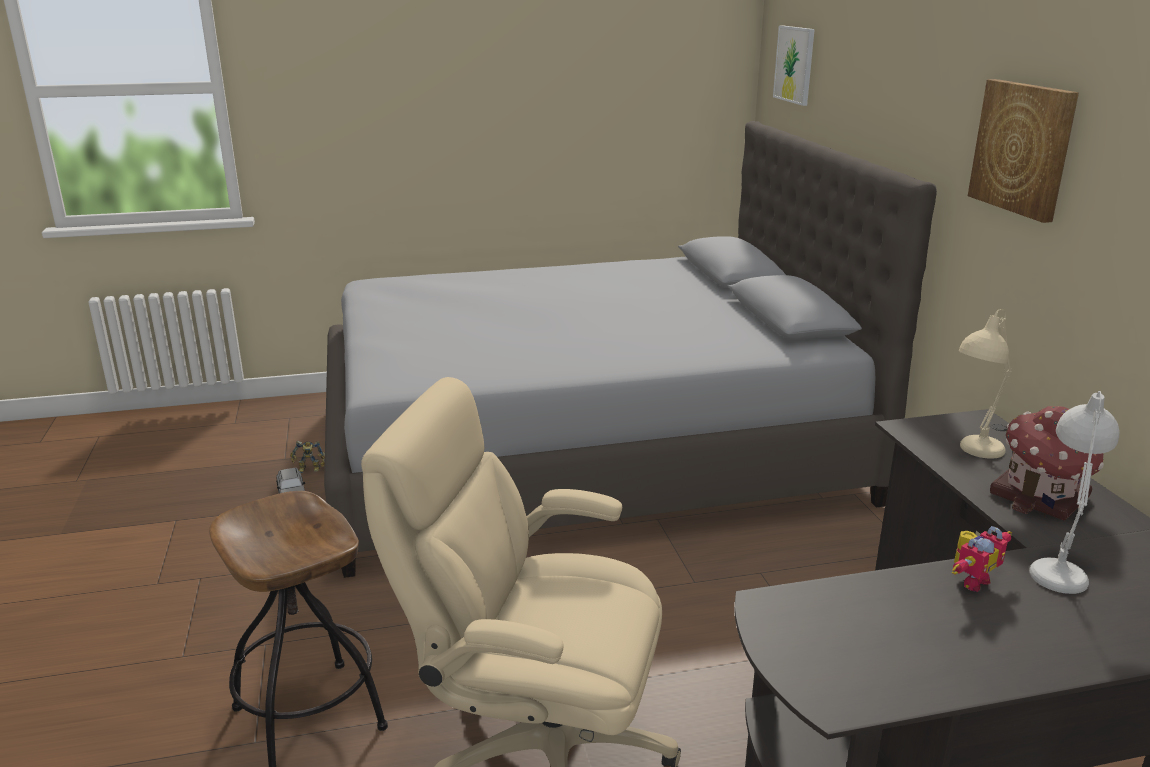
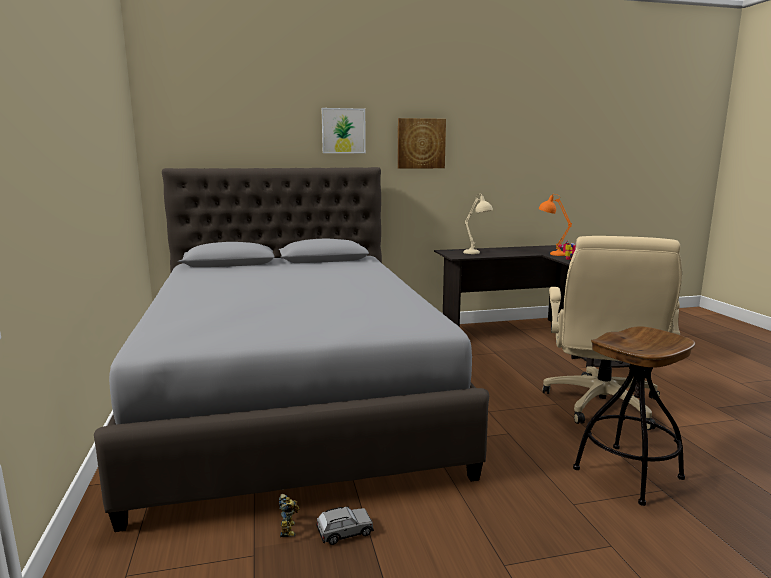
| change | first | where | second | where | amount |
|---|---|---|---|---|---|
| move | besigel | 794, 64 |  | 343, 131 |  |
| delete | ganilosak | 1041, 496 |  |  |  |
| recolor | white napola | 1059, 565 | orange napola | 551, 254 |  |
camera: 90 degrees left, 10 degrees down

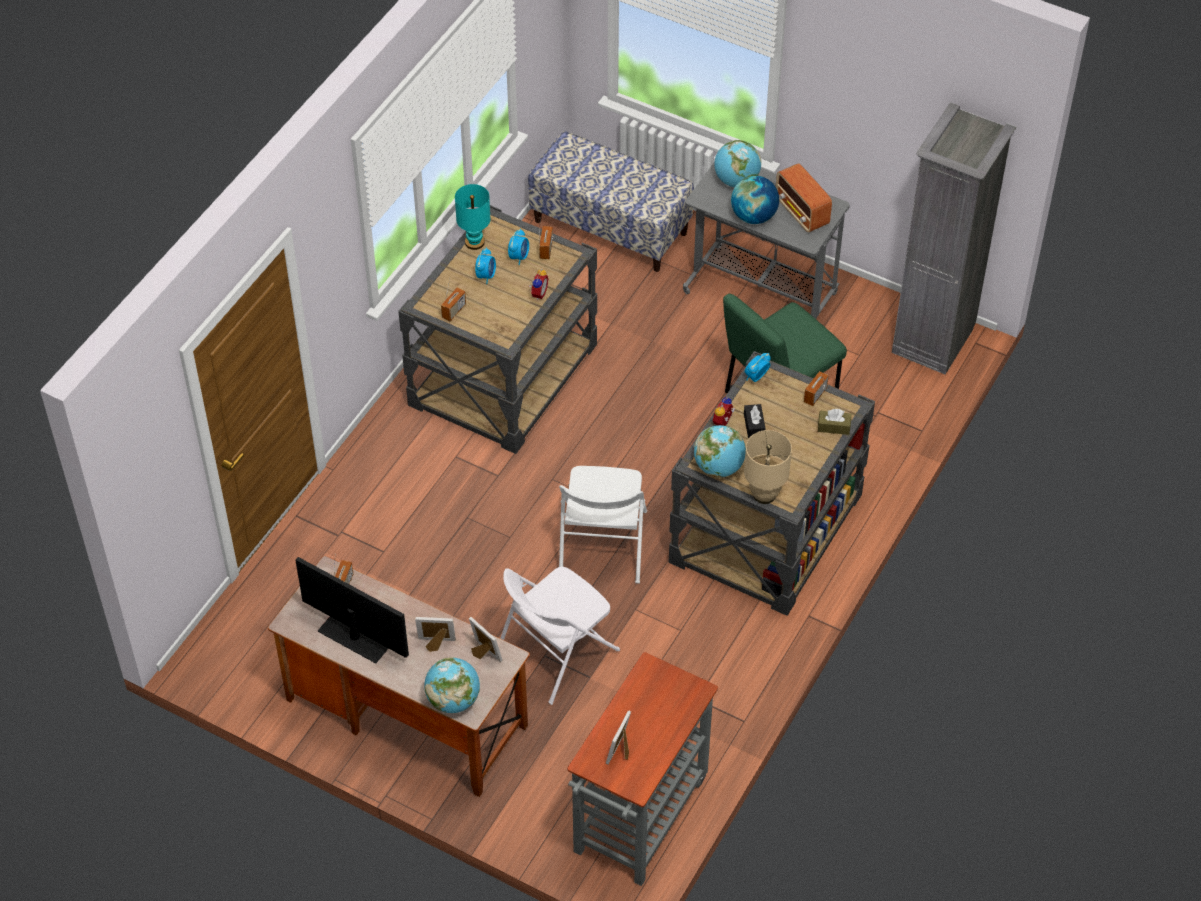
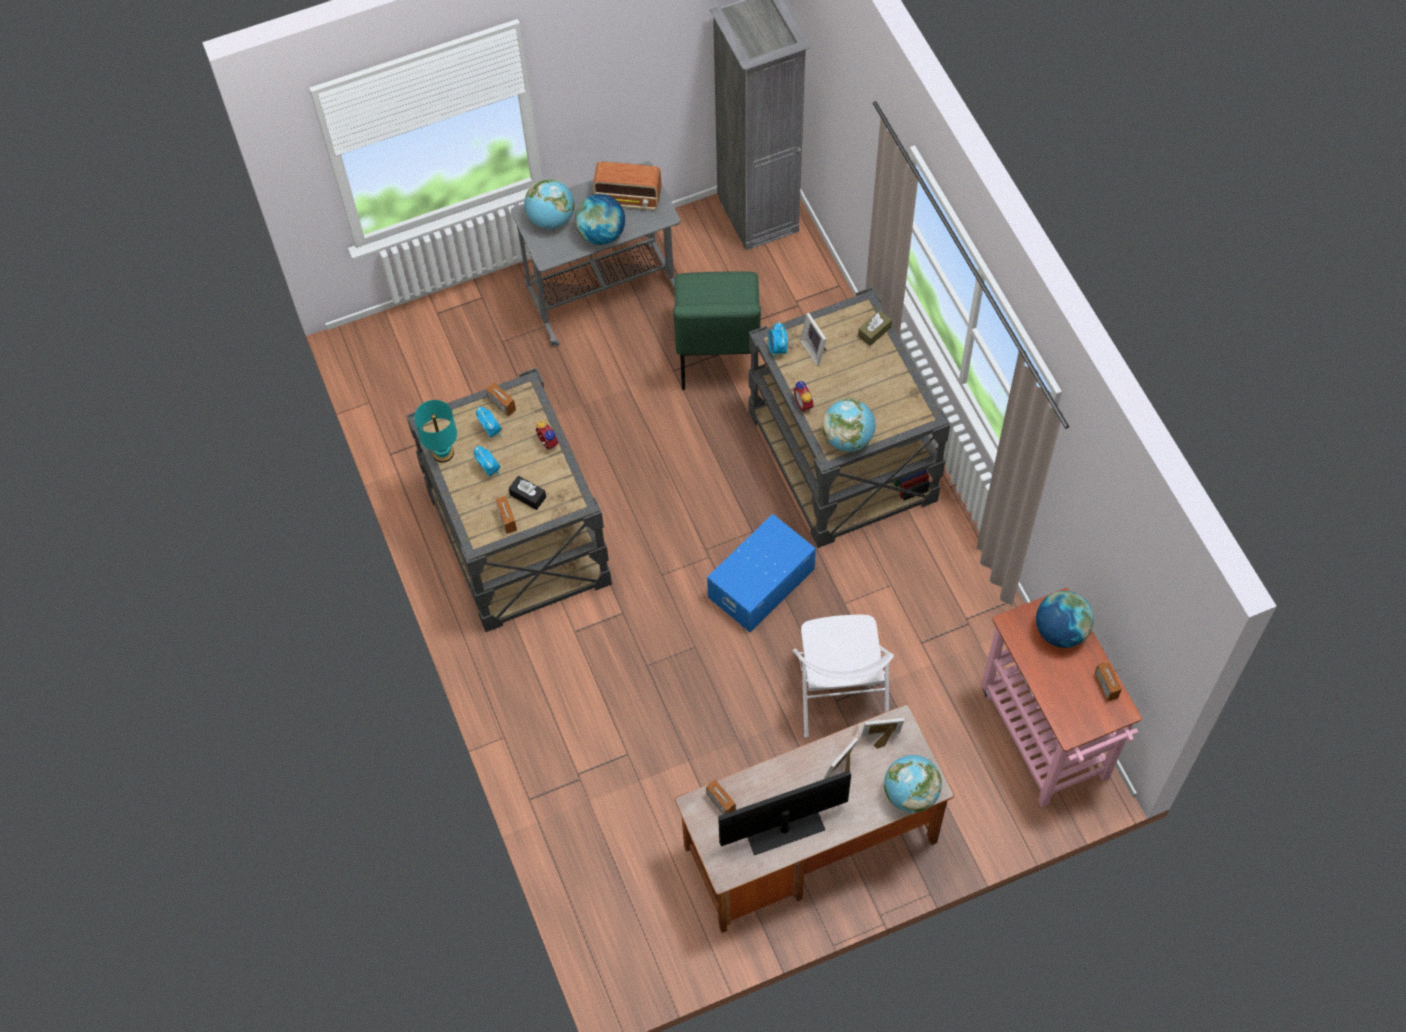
| change | first | where | second | where | amount |
|---|---|---|---|---|---|
| delete | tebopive | 611, 227 |  |  |  |
| replace | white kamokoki | 602, 544 | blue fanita | 760, 582 |  |
| recolor | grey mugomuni | 639, 818 | pink mugomuni | 1045, 736 |  |
| move | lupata | 621, 751 |  | 815, 350 |  |
| move | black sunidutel | 754, 425 |  | 528, 496 |  |
| delete | beige napola | 764, 494 |  |  |  |
| move | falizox | 815, 395 |  | 1106, 685 |  |
| insert |  |  | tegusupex | 1060, 631 |  |
camera: 50 degrees left, 10 degrees up

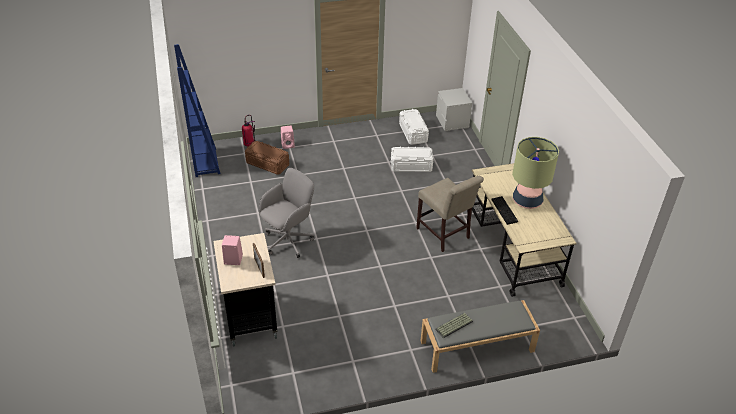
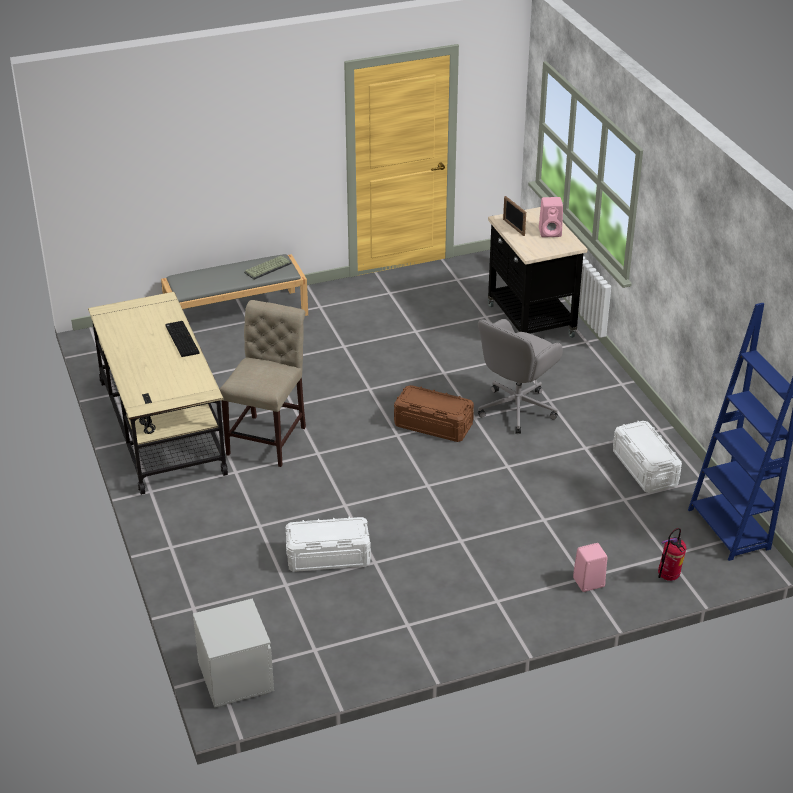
| change | first | where | second | where | amount |
|---|---|---|---|---|---|
| move | brown fanita | 267, 164 |  | 433, 425 |  |
| move | white fanita | 413, 133 |  | 644, 468 |  |
| rotate | beige kamokoki | 444, 235 |  | 269, 438 | 60 degrees clockwise |
| delete | napola | 527, 201 |  |  |  |
camera: 175 degrees right, 5 degrees down

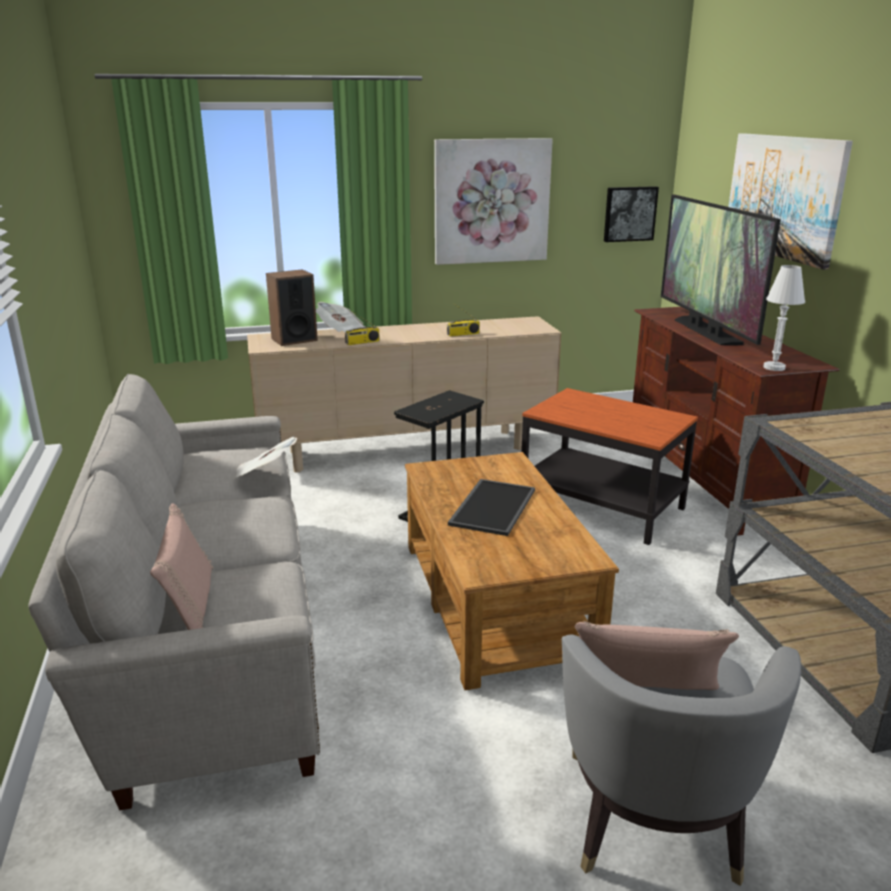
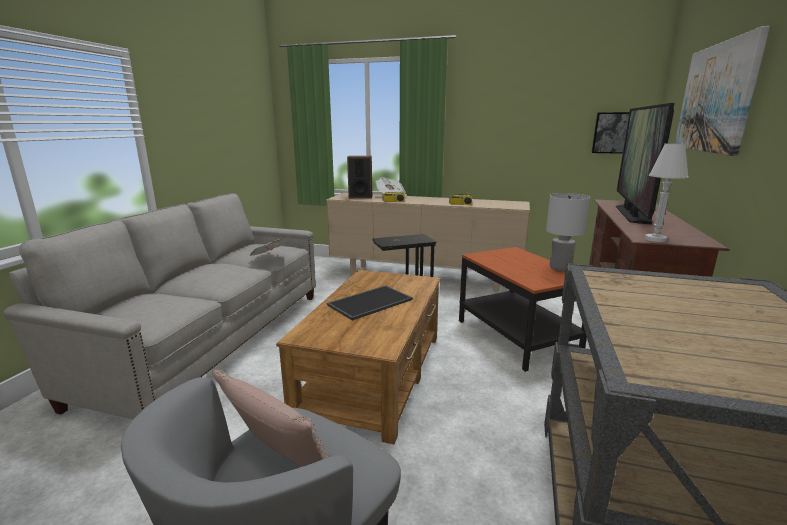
| change | first | where | second | where | amount |
|---|---|---|---|---|---|
| delete | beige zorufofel | 190, 604 |  |  |  |
| delete | besigel | 491, 201 |  |  |  |
| insert |  |  | grey napola | 559, 269 |  |
camera: 30 degrees right, 5 degrees down

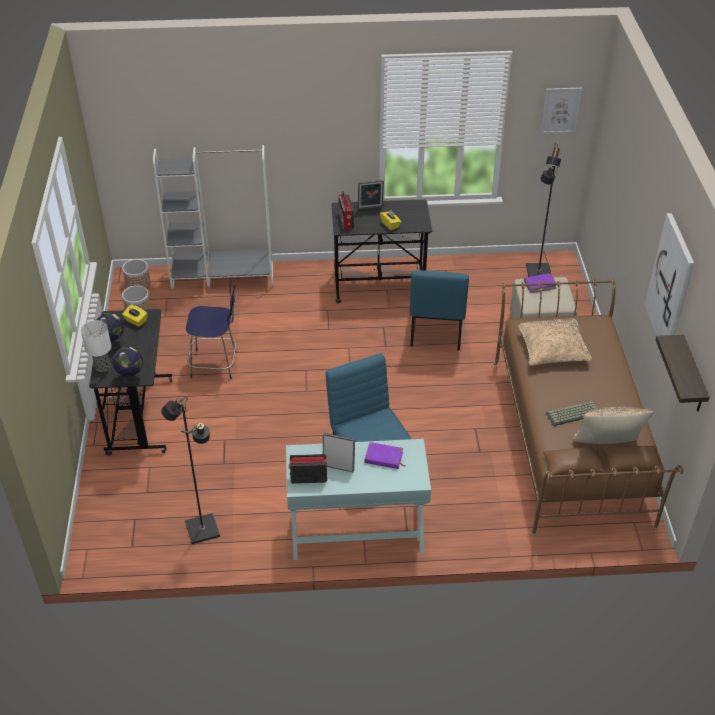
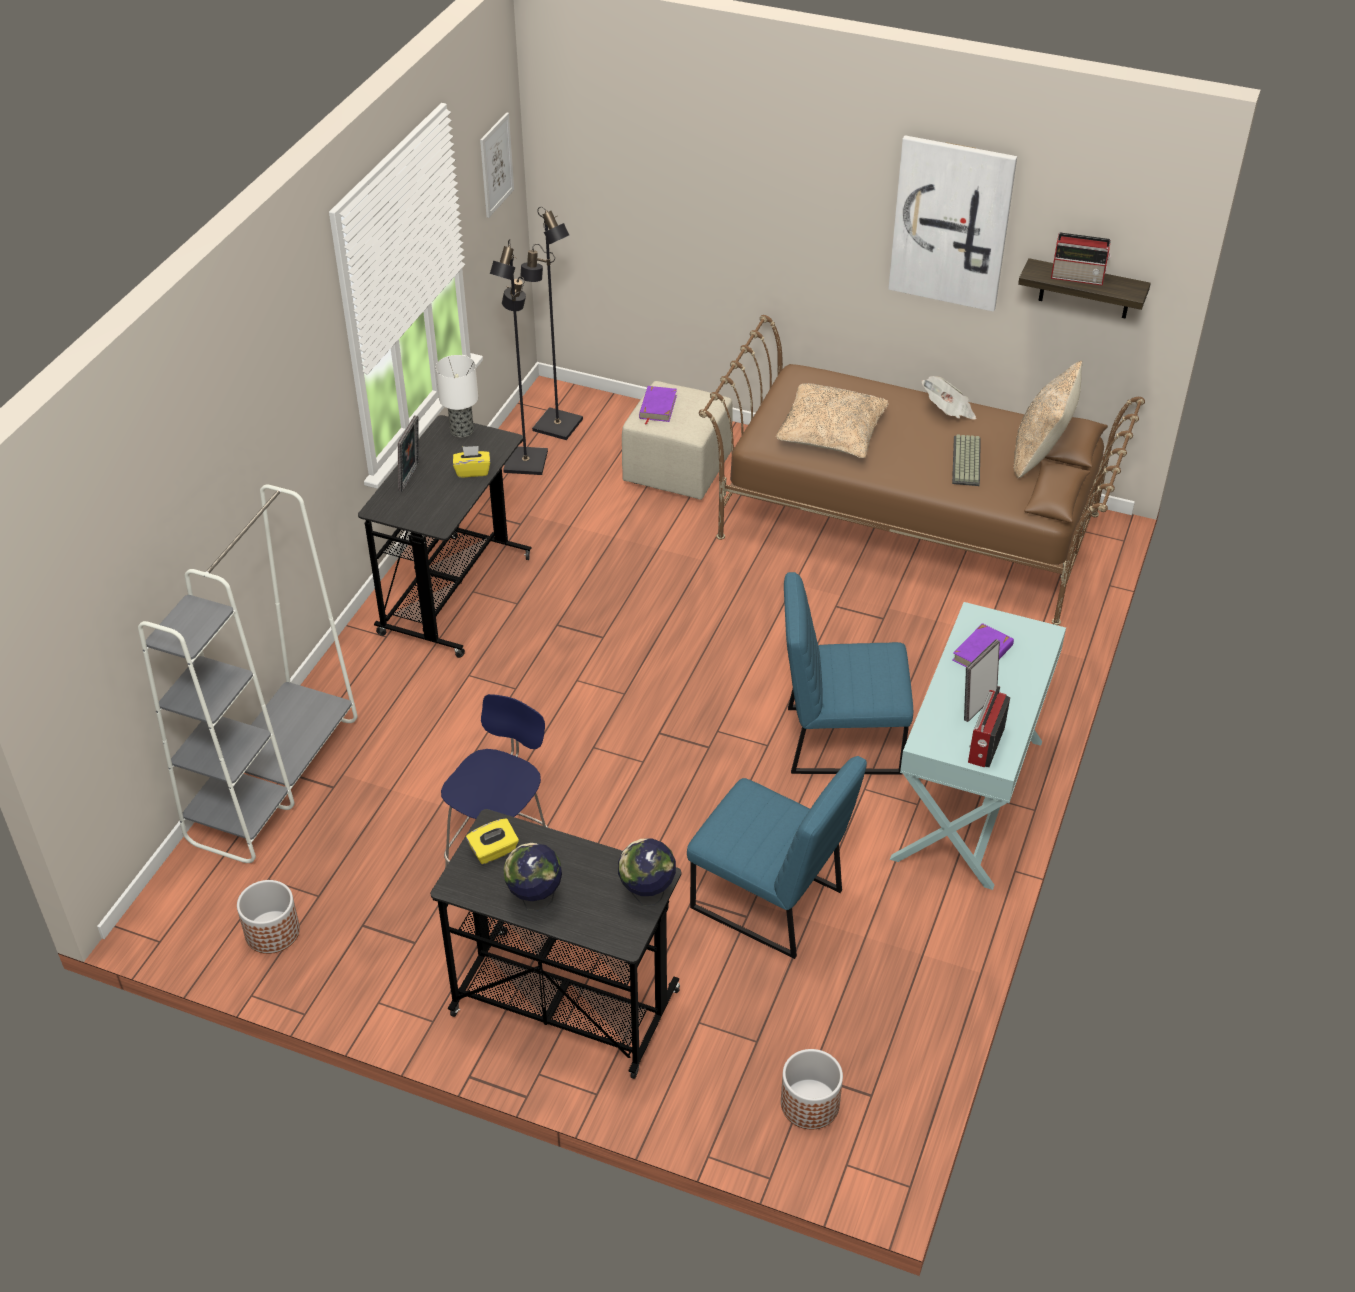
| change | first | where | second | where | amount |
|---|---|---|---|---|---|
| move | napola | 102, 367 |  | 462, 431 |  |
| move | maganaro | 138, 284 |  | 809, 1104 |  |
| move | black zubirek | 202, 529 |  | 526, 462 |  |
| move | falizox | 346, 221 |  | 1078, 277 |  |
| move | blue kamokoki | 436, 330 |  | 770, 902 |  |
| insert |  |  | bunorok | 948, 411 |  |
camera: 65 degrees left, 0 degrees up

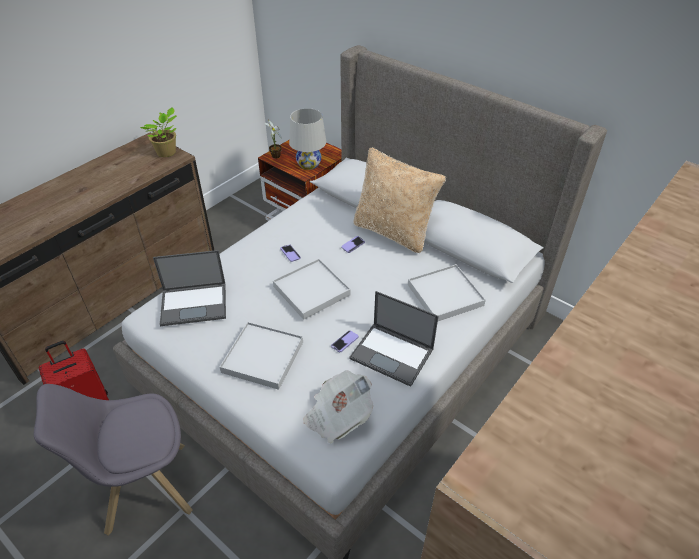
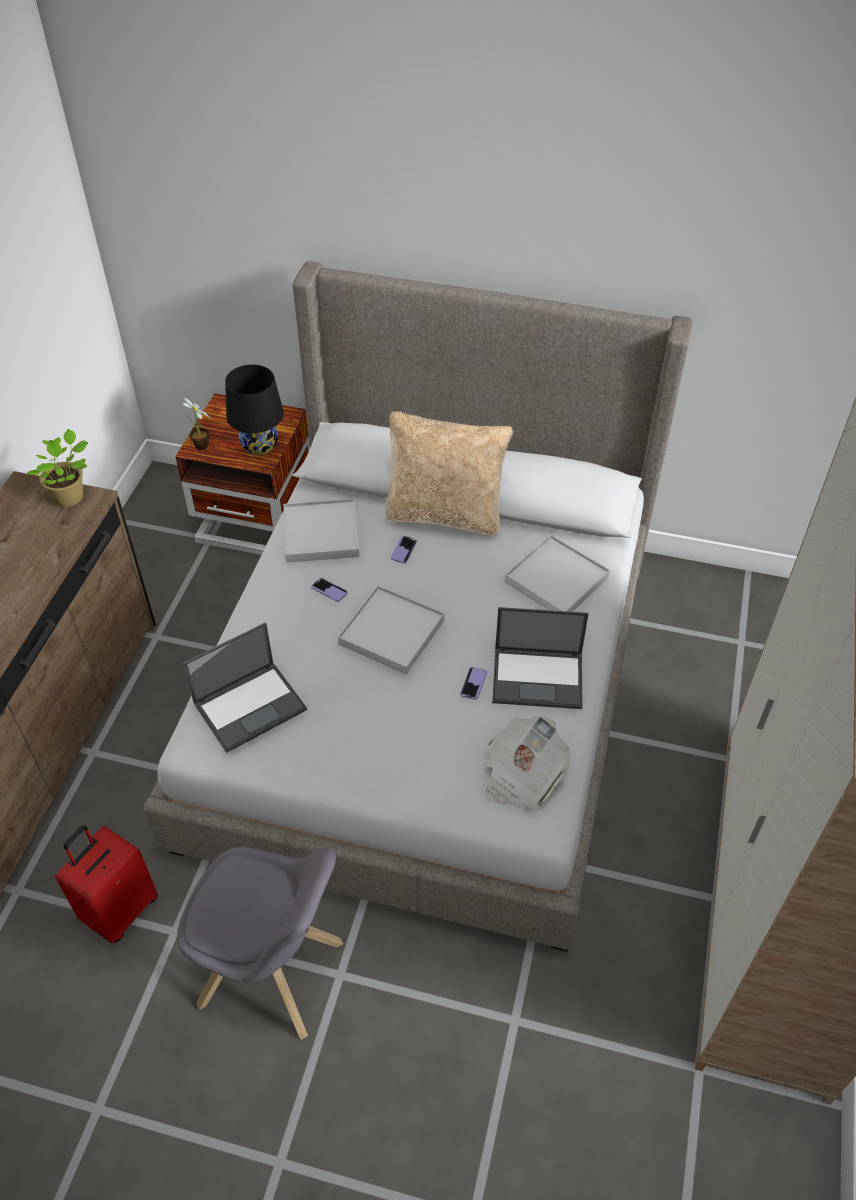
| change | first | where | second | where | amount |
|---|---|---|---|---|---|
| rotate | grey kamokoki | 145, 488 |  | 273, 972 | 120 degrees counterclockwise |
| move | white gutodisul | 263, 357 |  | 321, 533 |  |
| recolor | white napola | 308, 164 | black napola | 259, 445 |  |
camera: 25 degrees left, 5 degrees up

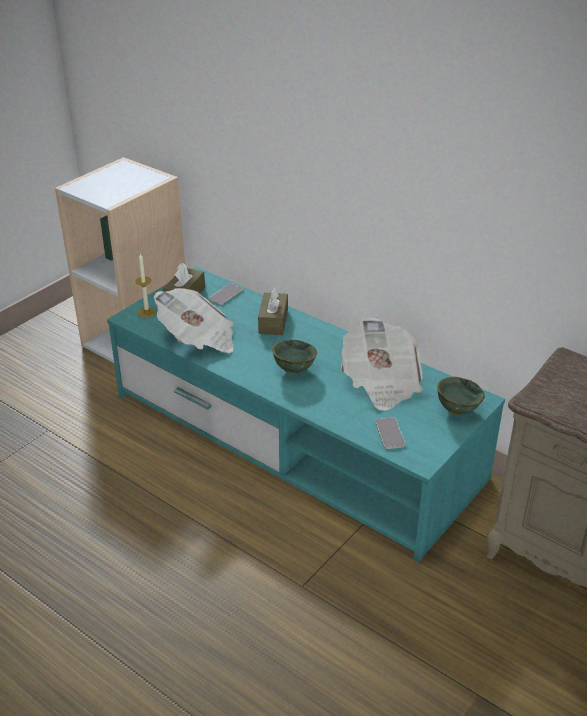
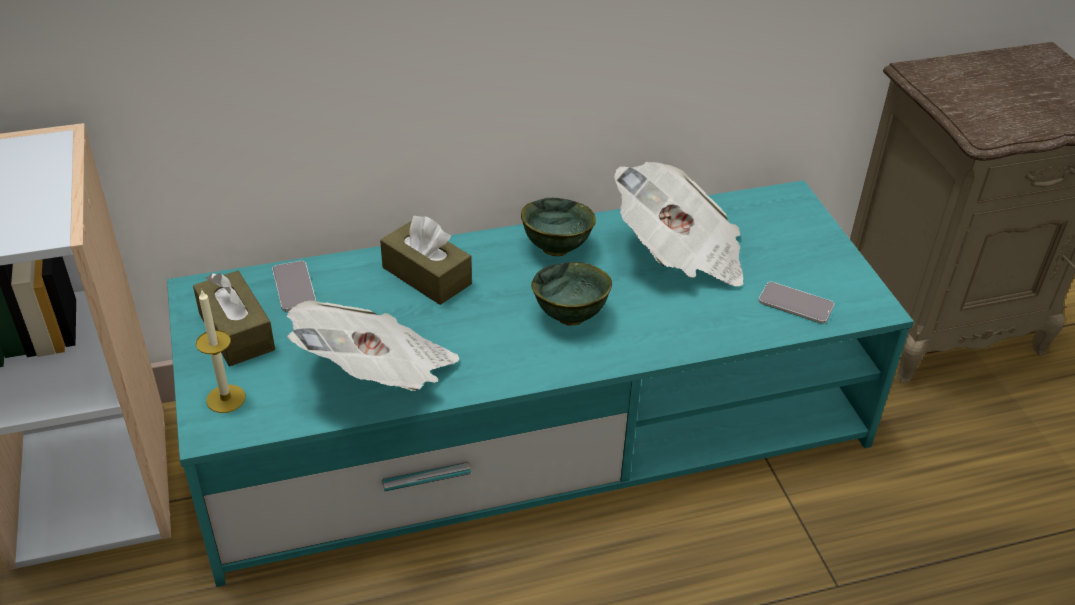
| change | first | where | second | where | amount |
|---|---|---|---|---|---|
| move | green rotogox | 456, 410 |  | 555, 248 |  |
camera: 55 degrees left, 5 degrees up

